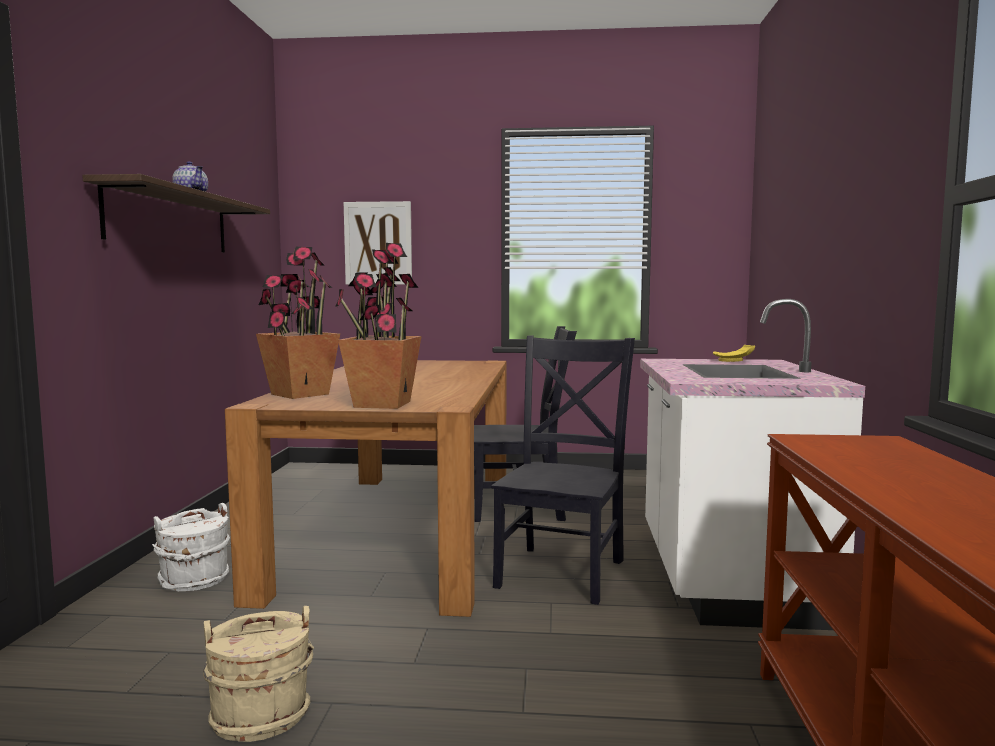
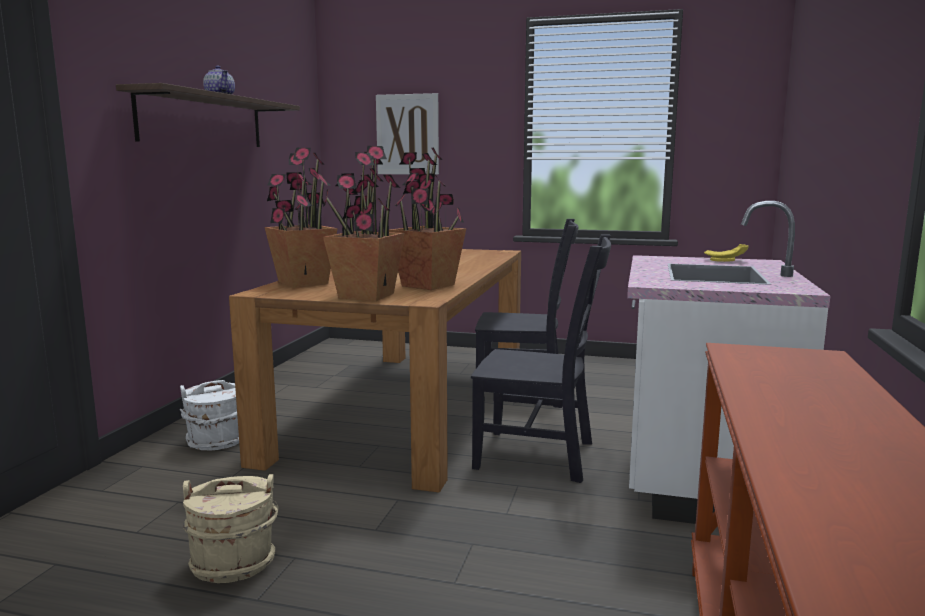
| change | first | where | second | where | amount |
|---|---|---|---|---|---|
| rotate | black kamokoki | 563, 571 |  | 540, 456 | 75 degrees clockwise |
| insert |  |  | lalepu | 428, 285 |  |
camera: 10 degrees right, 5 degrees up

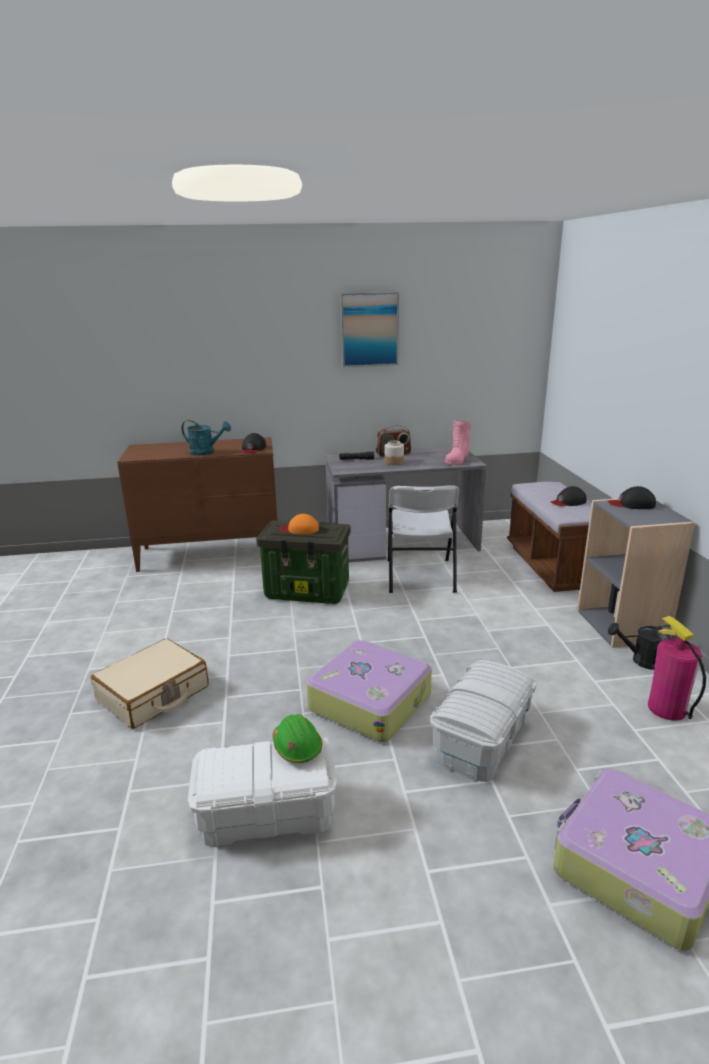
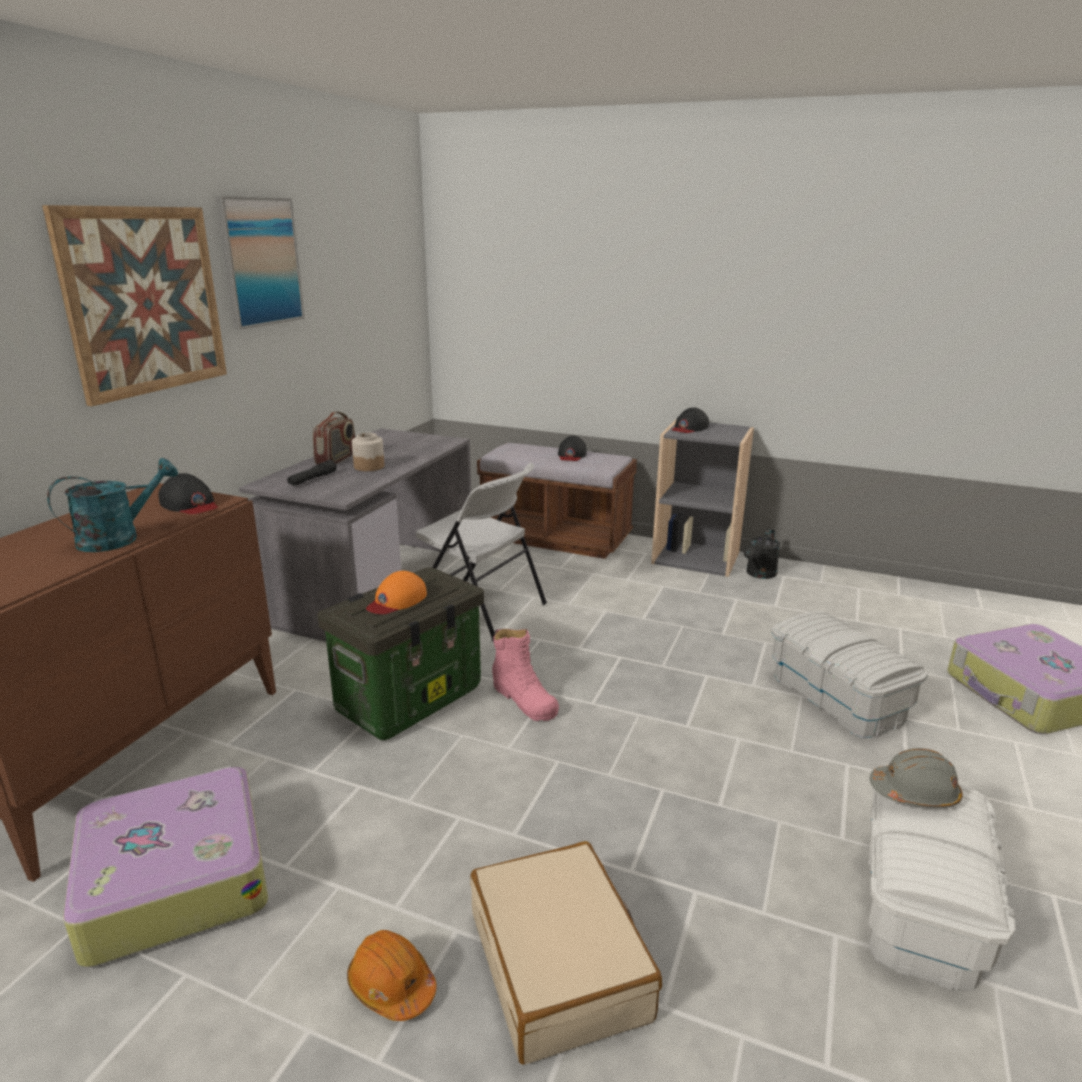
| change | first | where | second | where | amount |
|---|---|---|---|---|---|
| recolor | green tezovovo | 297, 747 | grey tezovovo | 914, 793 |  |
| move | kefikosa | 370, 701 |  | 174, 878 |  |
| move | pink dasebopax | 457, 459 |  | 524, 699 |  |
| delete | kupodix | 666, 709 |  |  |  |
| insert |  |  | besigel | 144, 301 |  |
| insert |  |  | orange tezovovo | 391, 985 |  |
camera: 60 degrees left, 0 degrees up

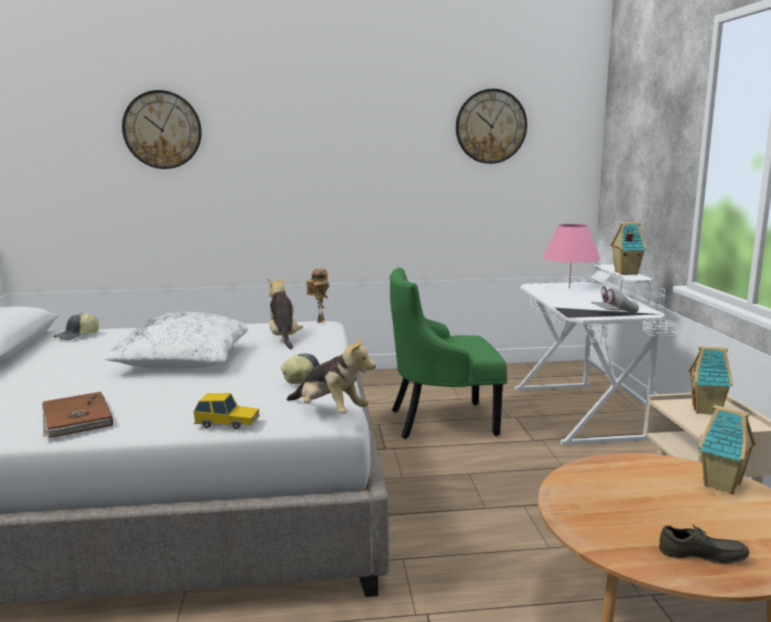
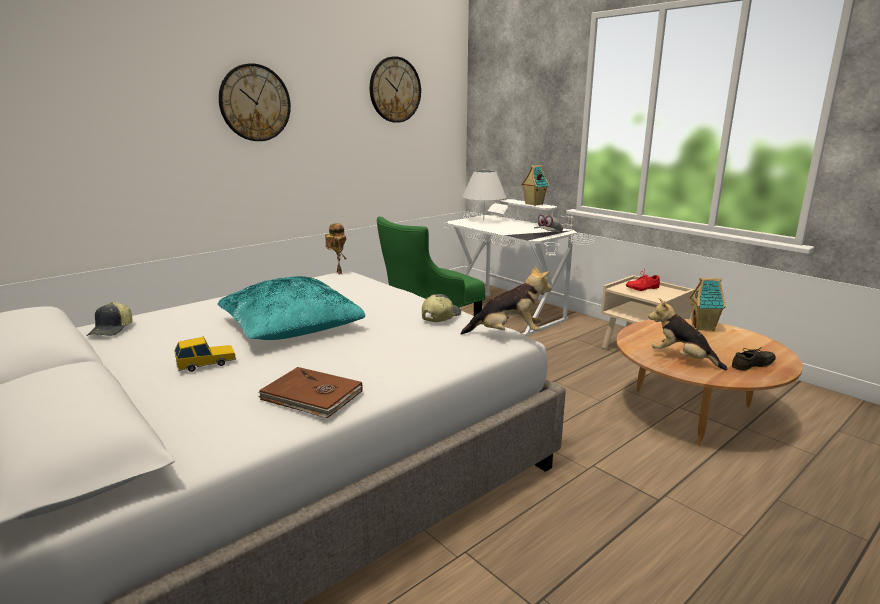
| change | first | where | second | where | amount |
|---|---|---|---|---|---|
| recolor | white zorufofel | 184, 359 | turquoise zorufofel | 291, 326 |  |
| move | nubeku | 162, 130 |  | 255, 103 |  |
| move | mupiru | 227, 422 |  | 206, 363 |  |
| move | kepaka | 284, 338 |  | 682, 359 |  |
| recolor | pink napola | 569, 288 | white napola | 483, 220 |  |
| replace | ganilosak | 707, 410 | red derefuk | 641, 288 |  |
camera: 35 degrees left, 5 degrees up

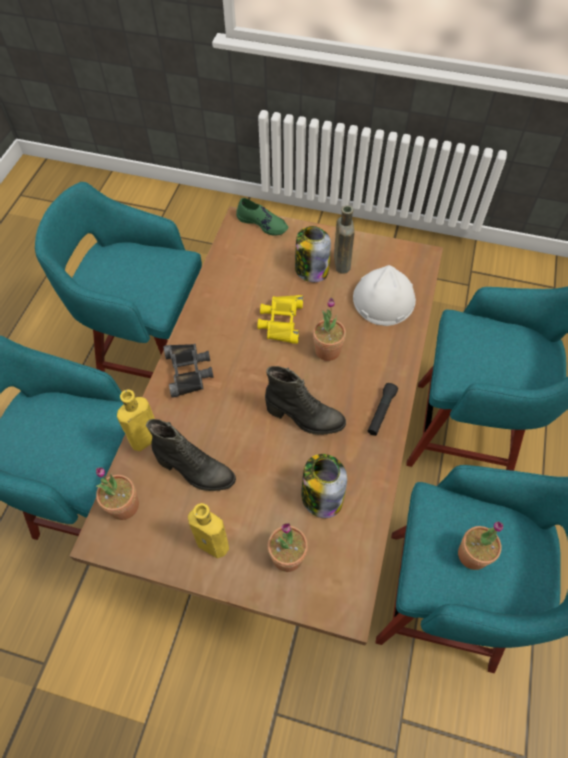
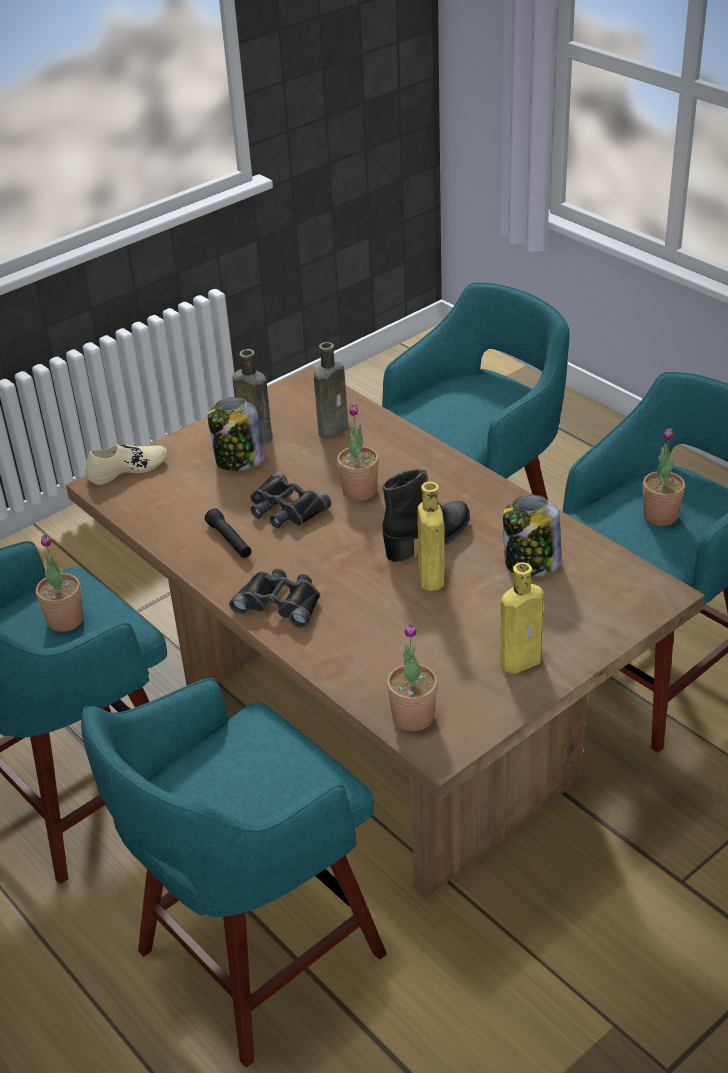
| change | first | where | second | where | amount |
|---|---|---|---|---|---|
| move | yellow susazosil | 143, 440 |  | 431, 579 |  |
| delete | black dasebopax | 195, 471 |  |  |  |
| recolor | green derefuk | 262, 223 | beige derefuk | 127, 469 |  |
| recolor | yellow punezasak | 280, 321 | black punezasak | 285, 509 |  |
| move | lalepu | 287, 556 |  | 65, 620 |  |
| replace | white tezovovo | 383, 299 | brown susazosil | 335, 428 |  |
| move | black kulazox | 381, 412 |  | 229, 540 |  |
camera: 55 degrees left, 20 degrees down

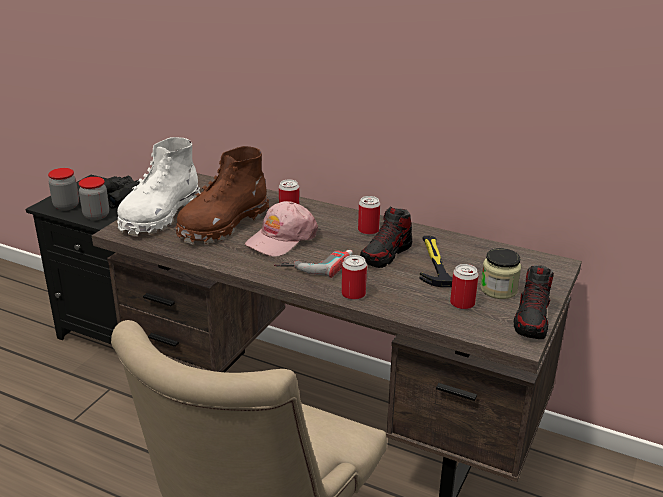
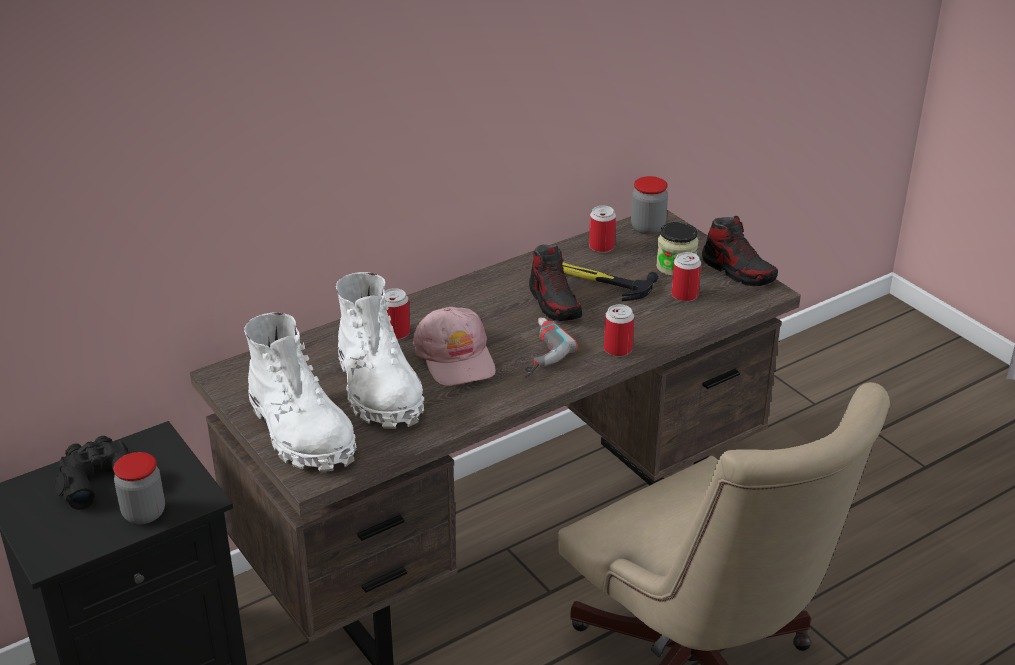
| change | first | where | second | where | amount |
|---|---|---|---|---|---|
| move | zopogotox | 66, 206 |  | 647, 228 |  |
| recolor | brown dasebopax | 223, 225 | white dasebopax | 378, 389 |  |
| move | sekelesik | 368, 230 |  | 601, 247 |  |
camera: 60 degrees left, 5 degrees up

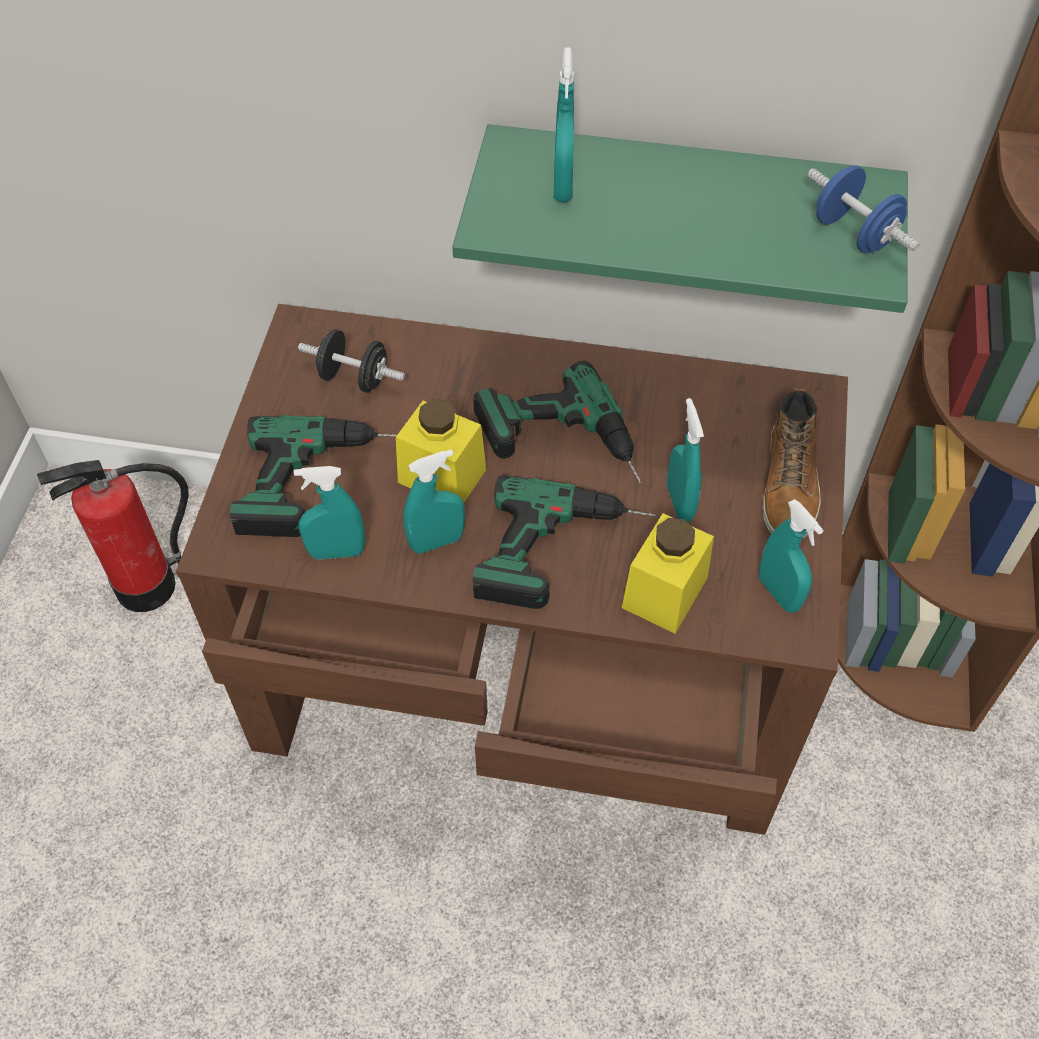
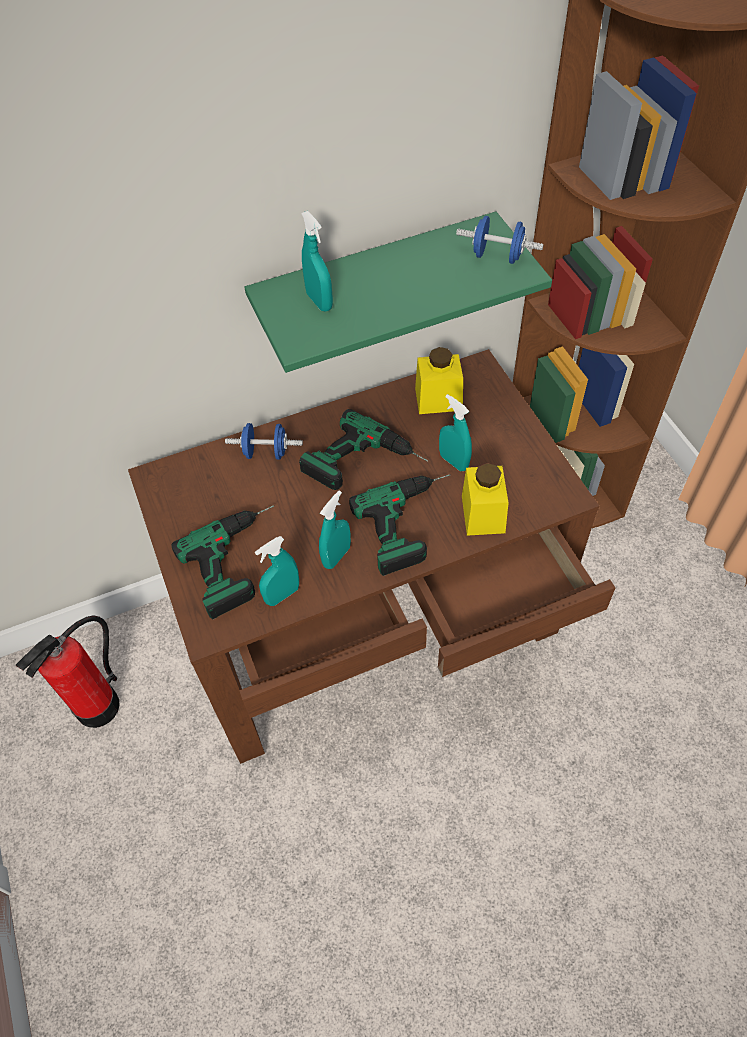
| change | first | where | second | where | amount |
|---|---|---|---|---|---|
| delete | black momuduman | 354, 378 |  |  |  |
| move | yellow zopogotox | 442, 476 |  | 438, 399 |  |
| delete | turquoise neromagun | 779, 593 |  |  |  |
| delete | dasebopax | 790, 485 |  |  |  |
| insert |  |  | blue momuduman | 266, 452 |  |
camera: 30 degrees left, 0 degrees up

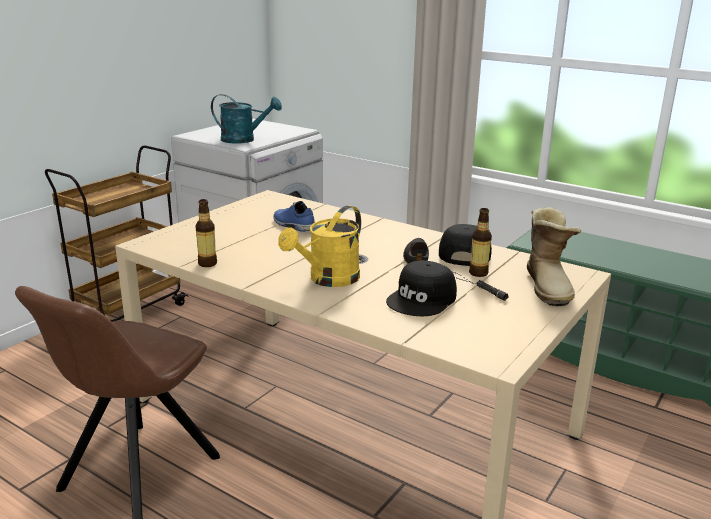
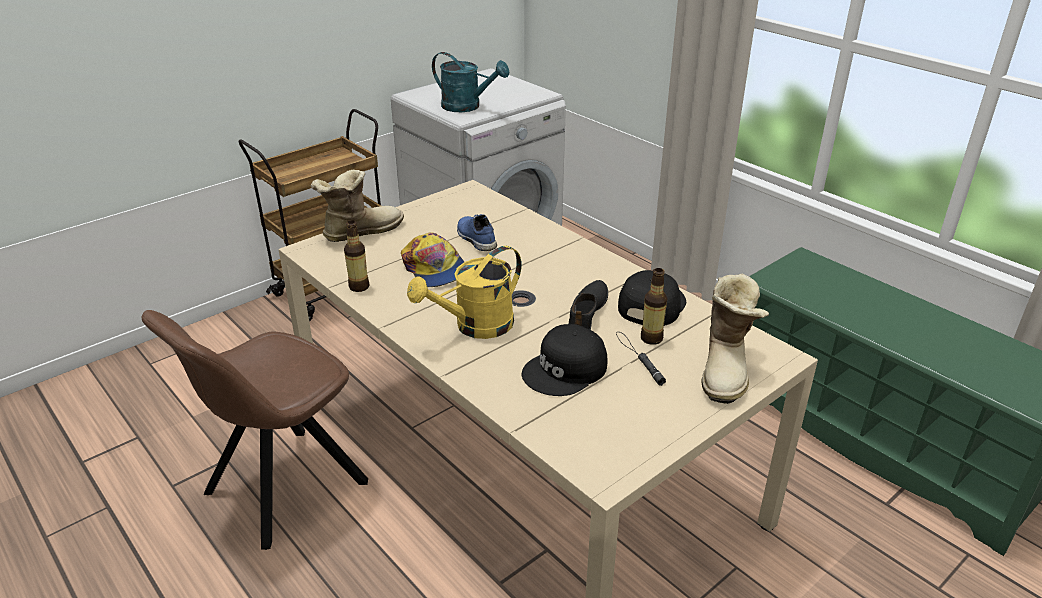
| change | first | where | second | where | amount |
|---|---|---|---|---|---|
| insert |  |  | dasebopax | 360, 231 |  |
| insert |  |  | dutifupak | 434, 269 |  |
camera: 15 degrees right, 10 degrees up

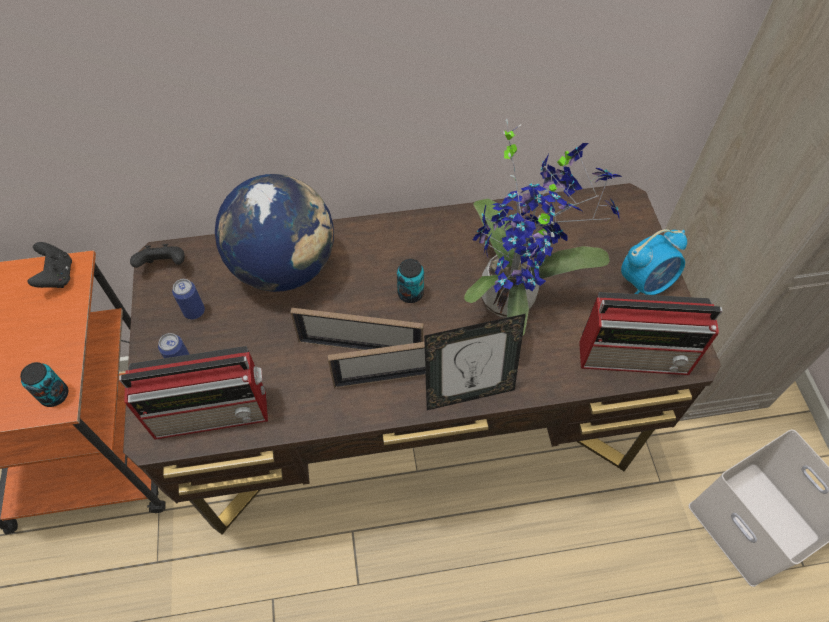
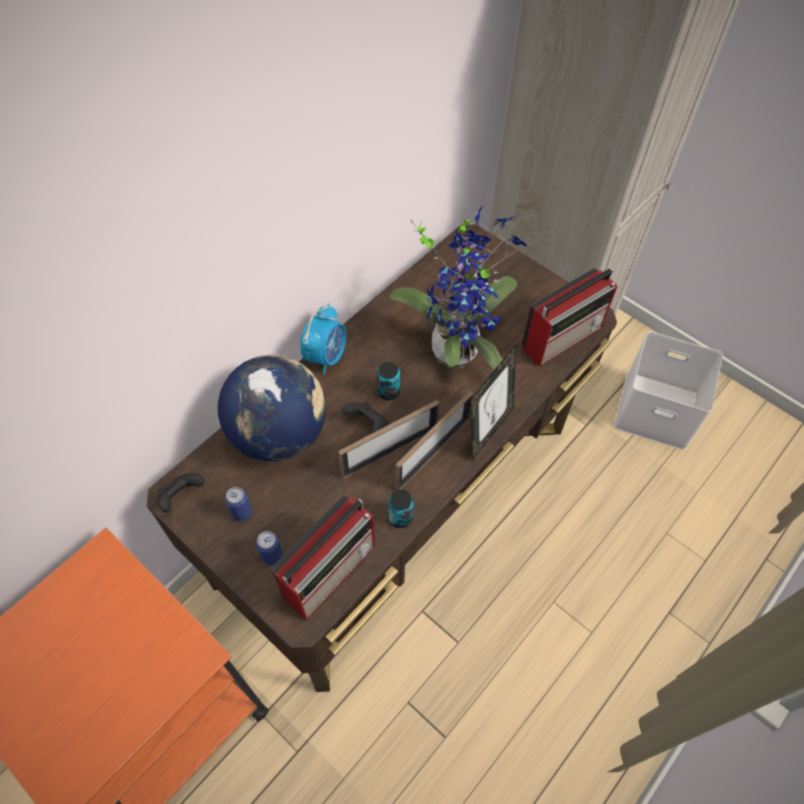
| change | first | where | second | where | amount |
|---|---|---|---|---|---|
| move | sekelesik | 55, 395 |  | 400, 517 |  |
| move | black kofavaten | 57, 276 |  | 368, 425 |  |
| move | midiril | 645, 283 |  | 326, 356 |  |
camera: 40 degrees left, 0 degrees up

